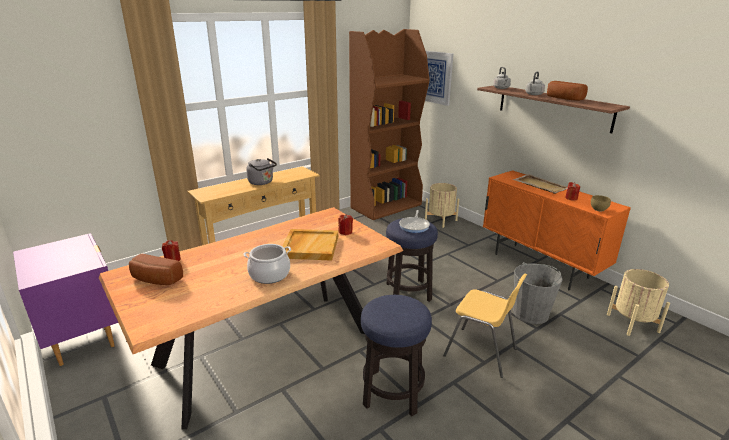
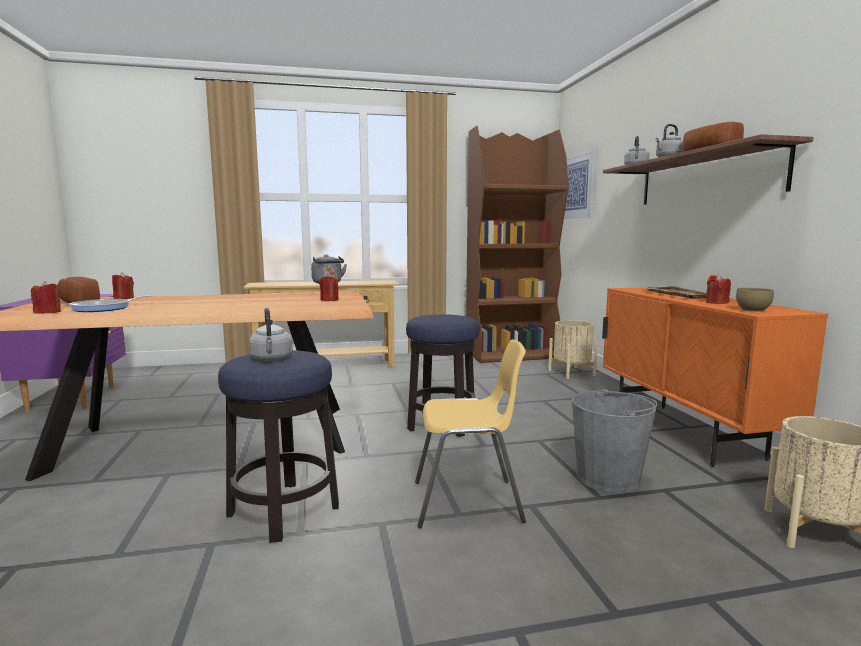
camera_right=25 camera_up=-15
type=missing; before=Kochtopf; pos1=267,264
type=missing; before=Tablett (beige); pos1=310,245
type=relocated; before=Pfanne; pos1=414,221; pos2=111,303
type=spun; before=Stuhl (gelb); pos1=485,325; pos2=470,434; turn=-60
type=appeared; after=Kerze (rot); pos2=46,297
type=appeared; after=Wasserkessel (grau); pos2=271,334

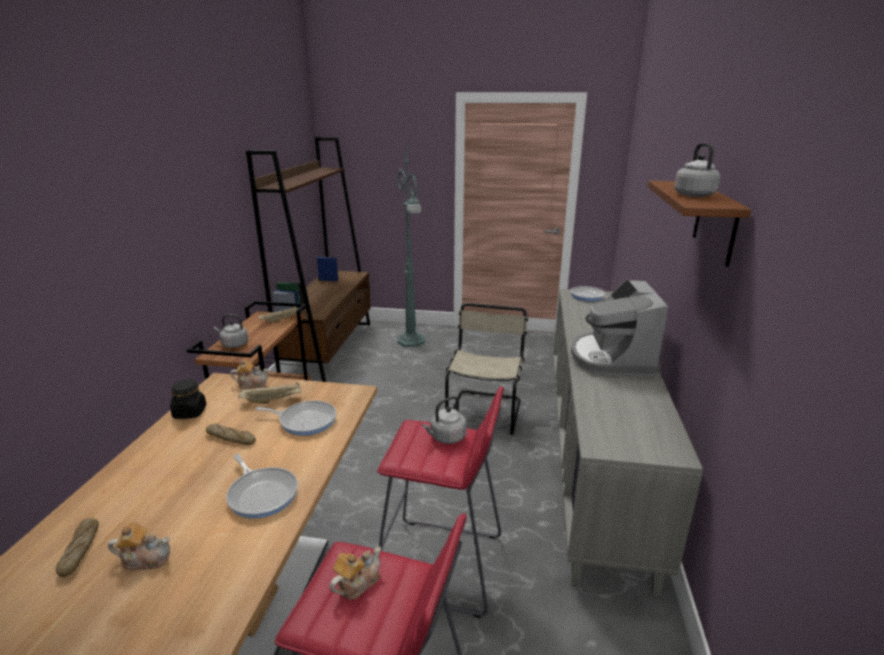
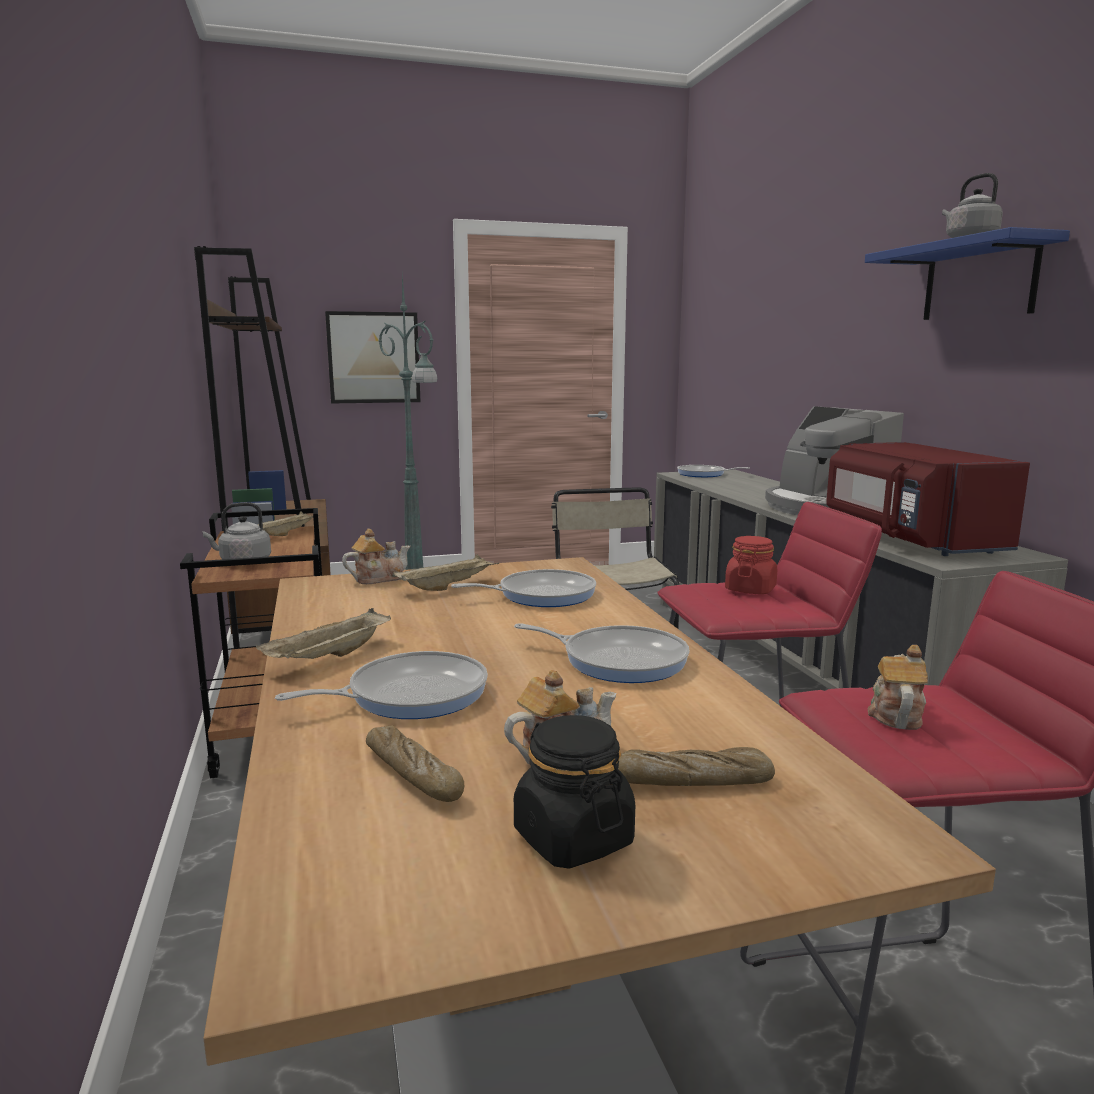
camera_right=-25 camera_up=-10
type=relocated; before=Vorratsglas (schwarz); pos1=188,399; pos2=574,792
type=relocated; before=Brot; pos1=231,434; pos2=696,766
type=exchanged; before=Wasserkessel (grau); after=Vorratsglas (rot); pos1=444,420; pos2=751,565
type=colour; before=Wandregal (braun); after=Wandregal (blau); pos1=699,224; pos2=967,273
type=appeared; after=Tablett (beige); pos2=323,633
type=appeared; after=Pfanne; pos2=381,685
type=appeared; after=Bild; pos2=373,357
type=appeared; after=Mikrowelle (rot); pos2=928,499

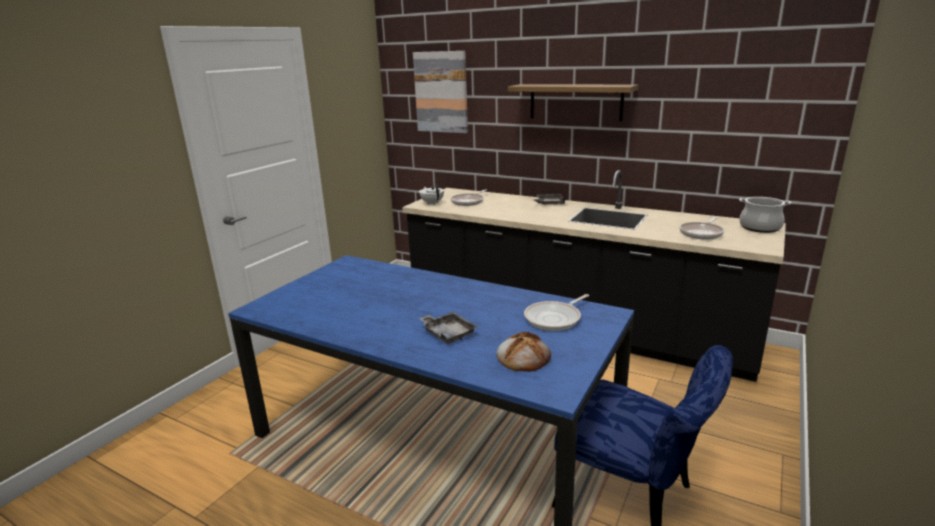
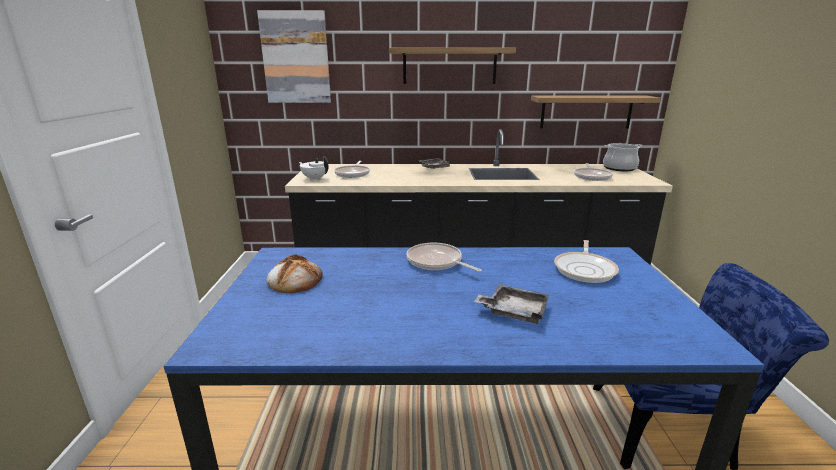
camera_right=-30 camera_up=0
type=relocated; before=Brot; pos1=523,352; pos2=294,273
type=appeared; after=Pfanne; pos2=444,257
type=appeared; after=Wandregal; pos2=596,112

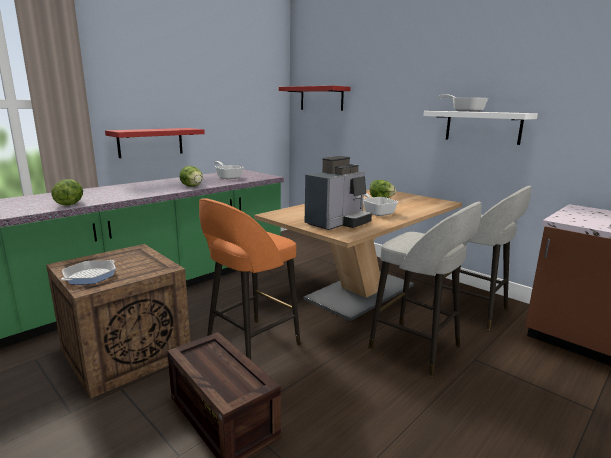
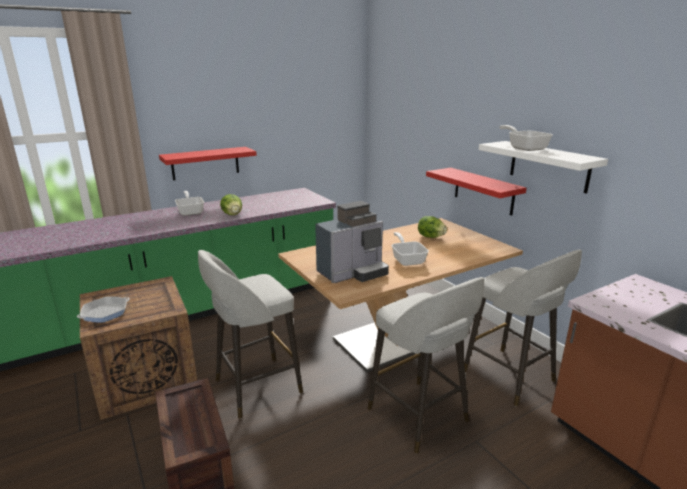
camera_right=15 camera_up=5
type=missing; before=Salatkopf; pos1=67,192
type=colour; before=Hocker (orange); after=Hocker (grau); pos1=250,279; pos2=250,334
type=relocated; before=Pfanne; pos1=229,170; pos2=189,203
type=relocated; before=Wandregal (rot); pos1=315,98; pos2=476,192

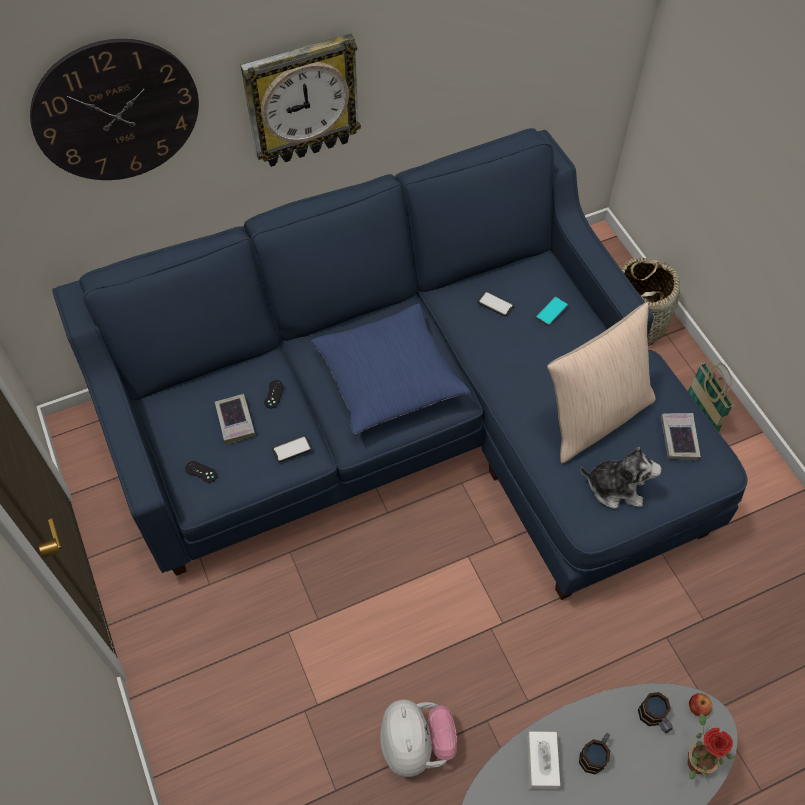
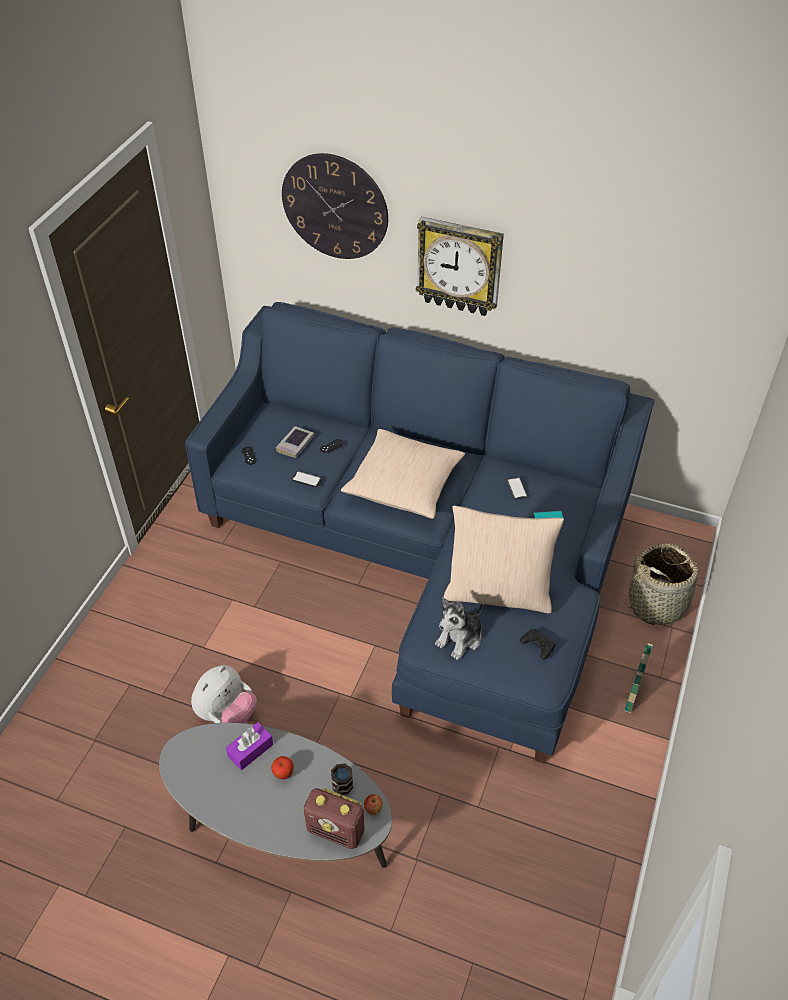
camera_right=45 camera_up=-10
type=colour; before=Kissen (blau); after=Kissen (beige); pos1=390,369; pos2=403,474
type=colour; before=Taschentuchbox (weiß); after=Taschentuchbox (lila); pos1=543,761; pos2=249,746
type=exchanged; before=Henkelbecher; after=Apfel; pos1=594,754; pos2=282,767
type=spun; before=Plüschtier; pos1=621,478; pos2=459,629; turn=75
type=exchanged; before=Buch; after=Gamepad (schwarz); pos1=681,436; pos2=538,644
type=exchanged; before=Topfpflanze; after=Radio; pos1=711,746; pos2=334,818

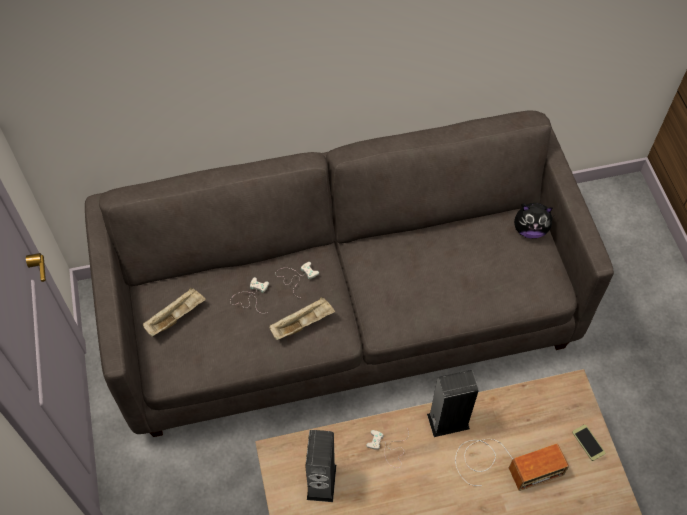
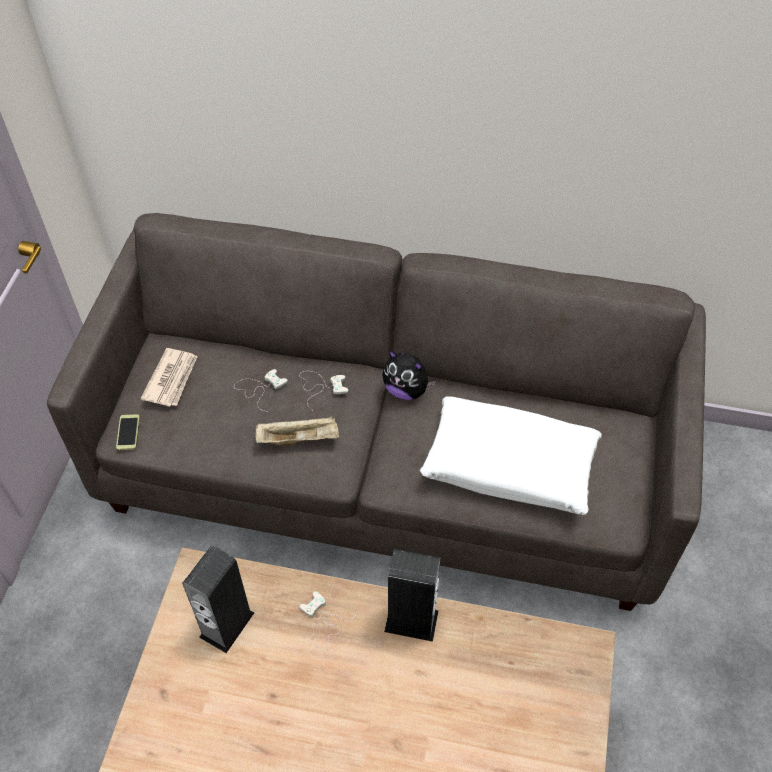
camera_right=25 camera_up=-5
type=exchanged; before=Tablett (beige); after=Zeitung; pos1=174,312; pos2=169,377
type=missing; before=Radio; pos1=512,465
type=relocated; before=Plüschtier; pos1=534,221; pos2=409,375
type=relocated; before=Handy; pos1=588,443; pos2=128,432
type=appeared; after=Kissen (weiß); pos2=511,455

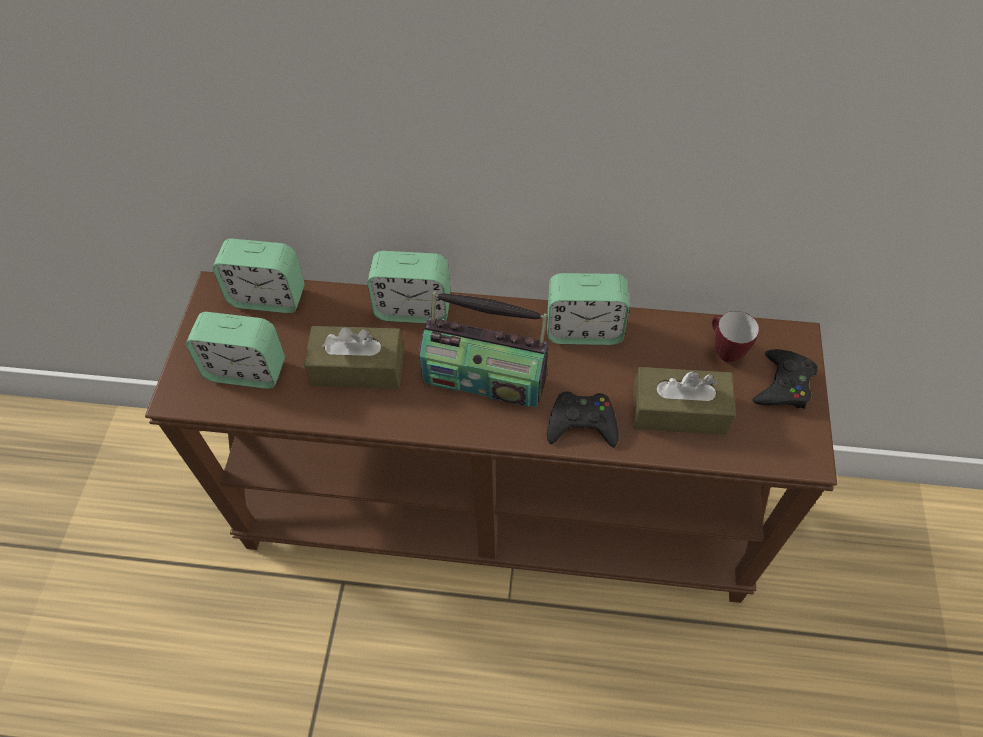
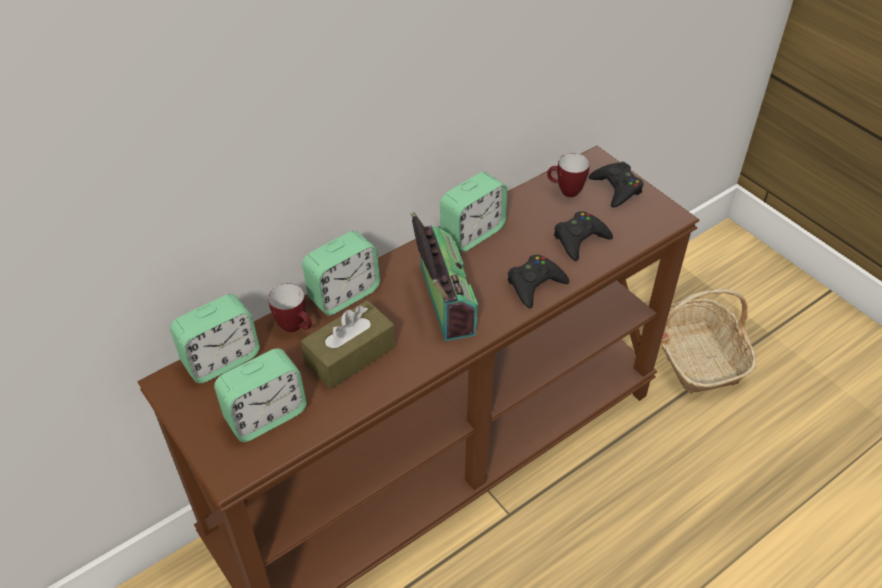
camera_right=-45 camera_up=-10
type=spun; before=Radio; pos1=484,349; pos2=444,276; turn=-75
type=exchanged; before=Taschentuchbox (braun); after=Gamepad (schwarz); pos1=685,401; pos2=583,236
type=appeared; after=Henkelbecher; pos2=290,307
type=appeared; after=Korb; pos2=708,341

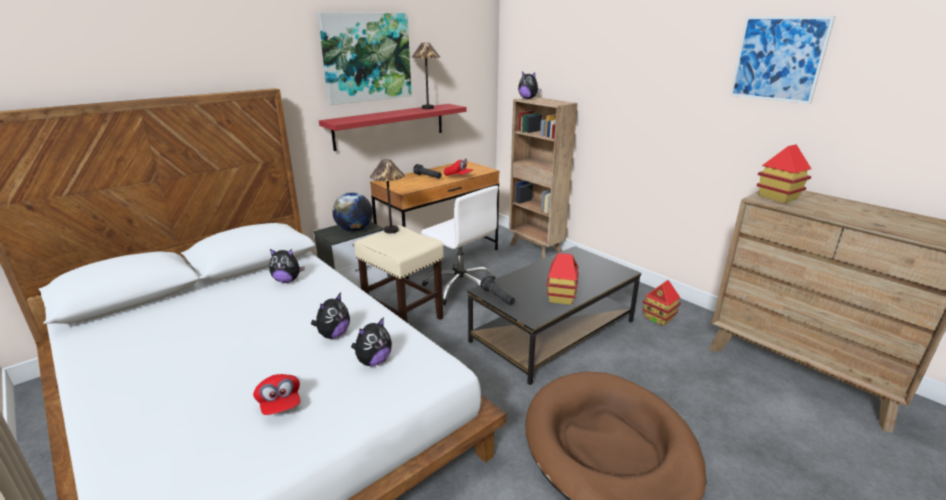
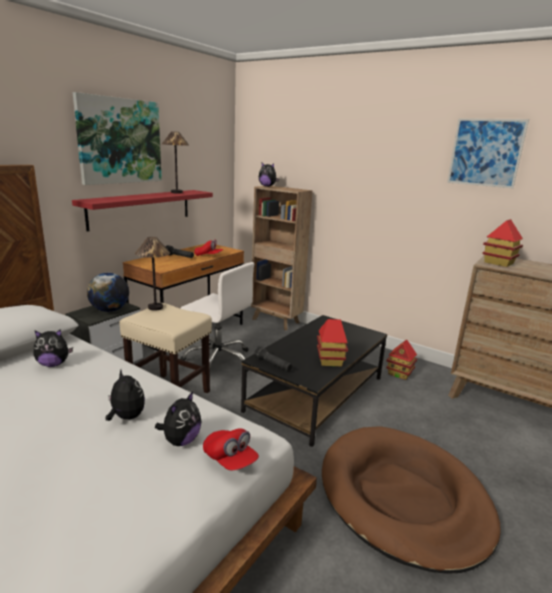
camera_right=-15 camera_up=-5
type=relocated; before=Kappe (rot); pos1=276,394; pos2=231,449
type=spun; before=Plüschtier; pos1=330,316; pos2=125,395; turn=-60

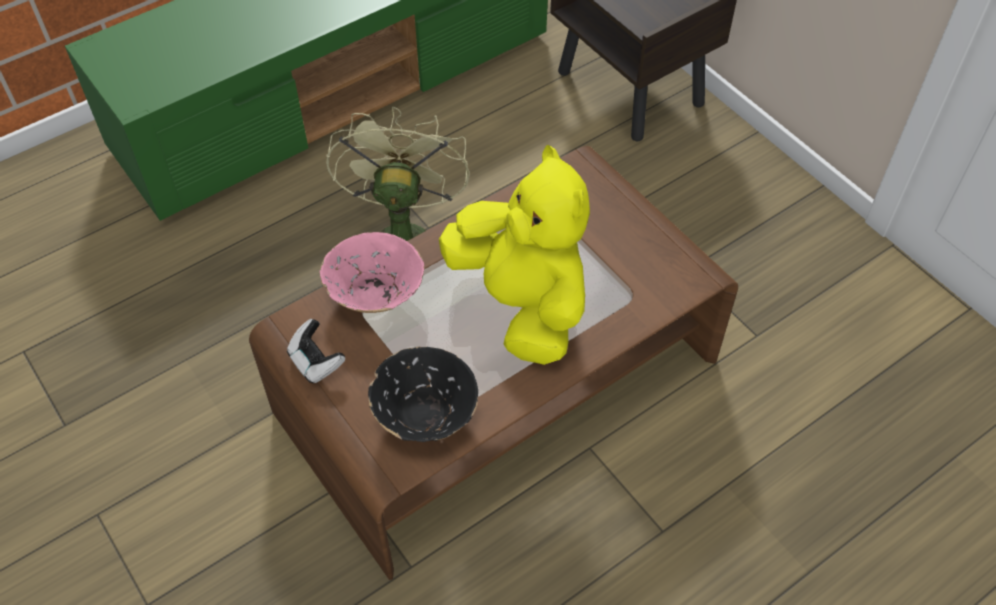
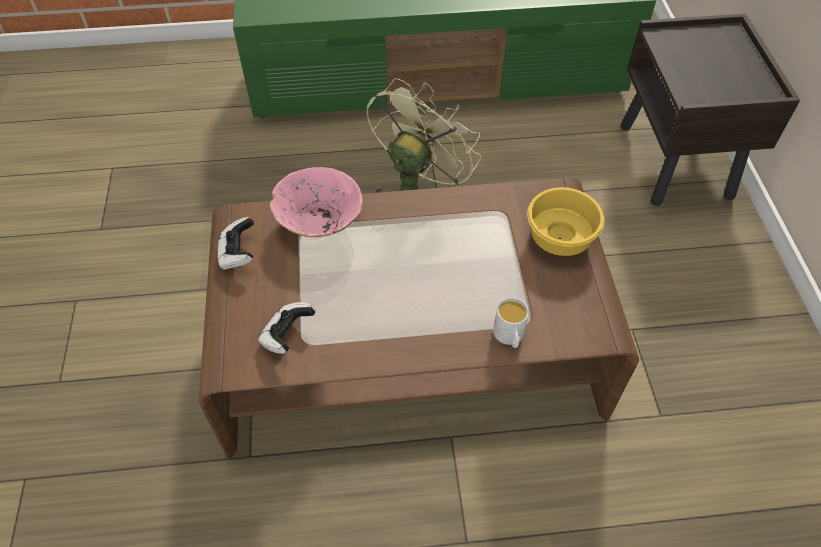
camera_right=30 camera_up=0
type=exchanged; before=Schüssel (schwarz); after=Gamepad; pos1=423,394; pos2=287,328
type=missing; before=Plüschtier (gelb); pos1=514,255
type=appeared; after=Henkelbecher (weiß); pos2=511,322
type=appeared; after=Schüssel (gelb); pos2=565,221

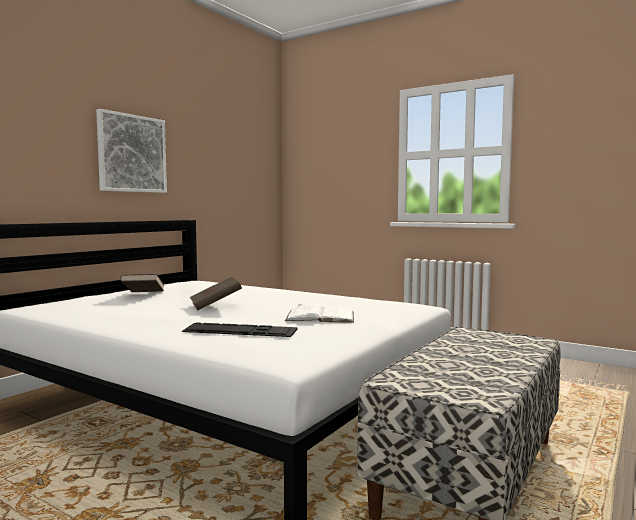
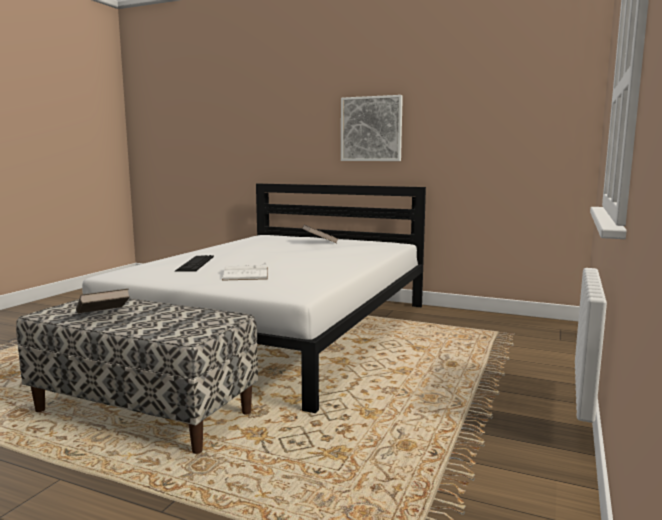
camera_right=80 camera_up=5
type=relocated; before=Buch (braun); pos1=216,294; pos2=103,301

